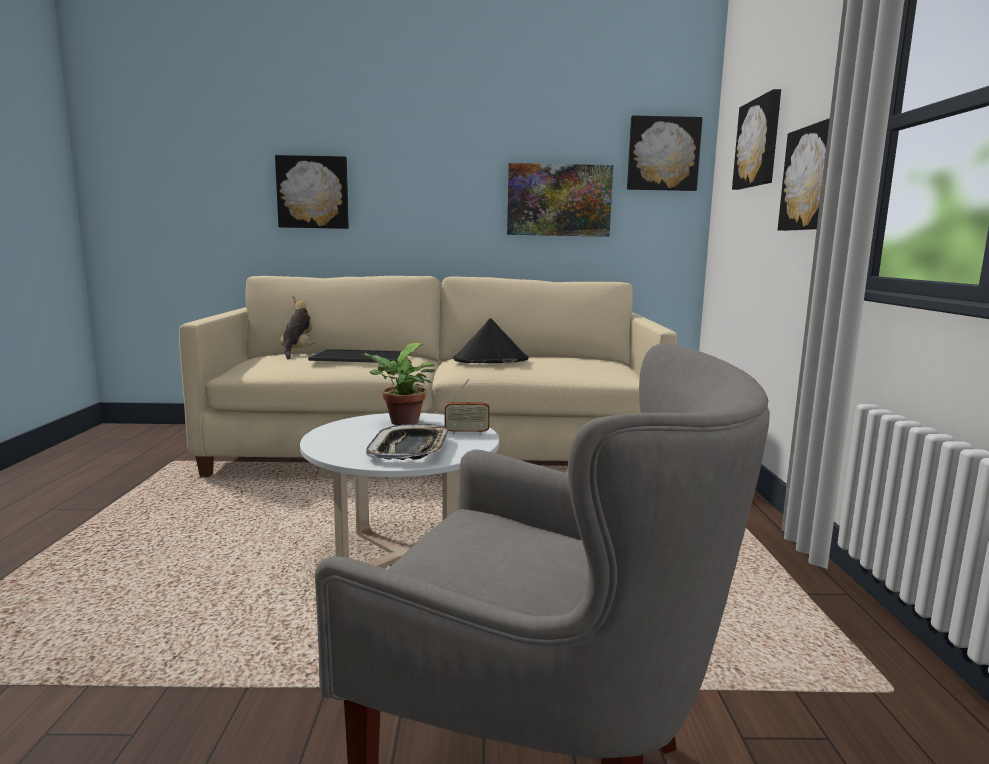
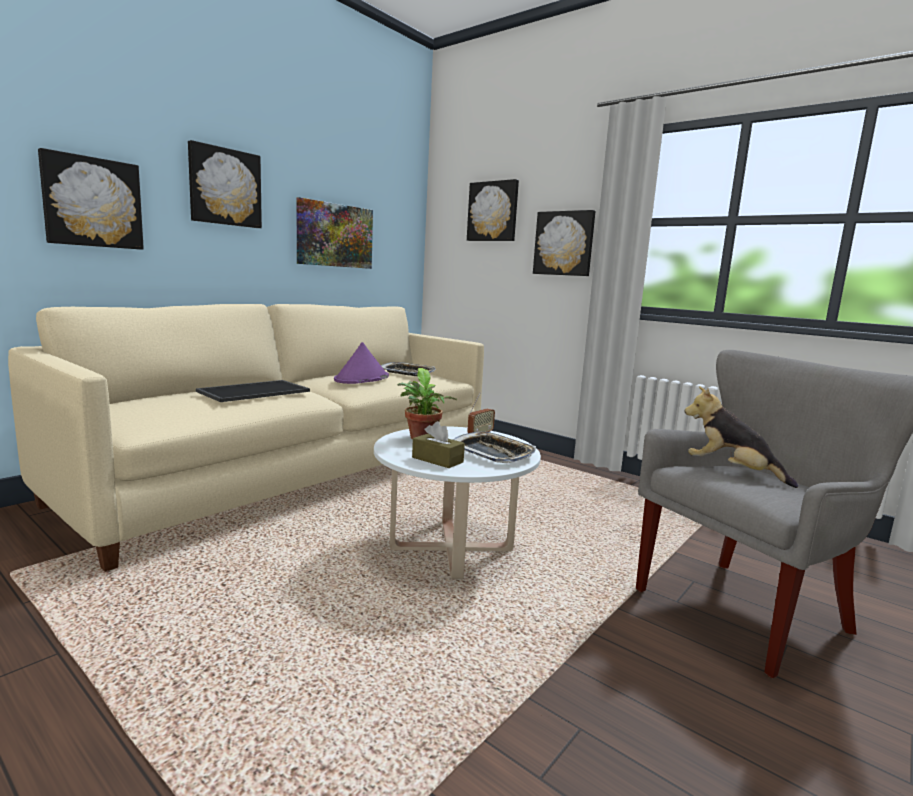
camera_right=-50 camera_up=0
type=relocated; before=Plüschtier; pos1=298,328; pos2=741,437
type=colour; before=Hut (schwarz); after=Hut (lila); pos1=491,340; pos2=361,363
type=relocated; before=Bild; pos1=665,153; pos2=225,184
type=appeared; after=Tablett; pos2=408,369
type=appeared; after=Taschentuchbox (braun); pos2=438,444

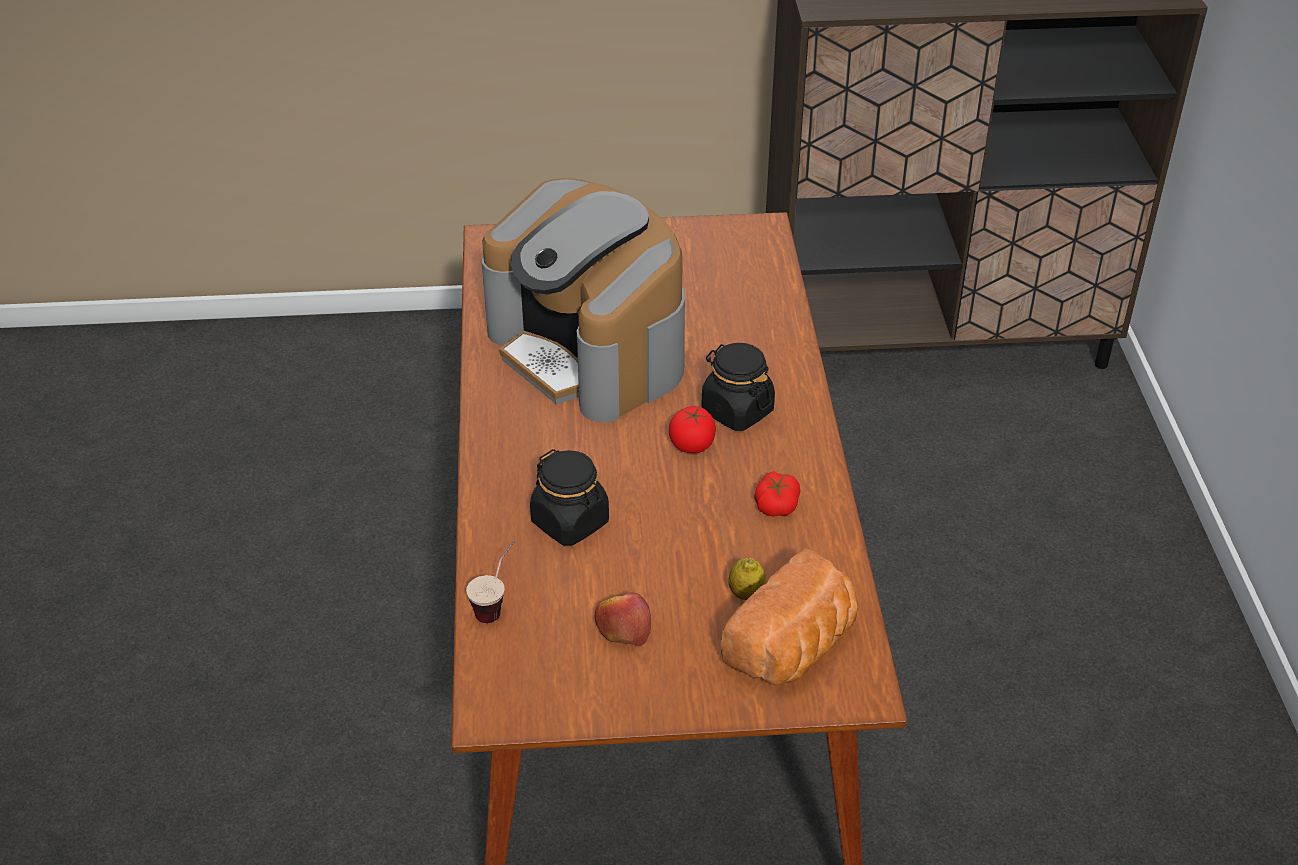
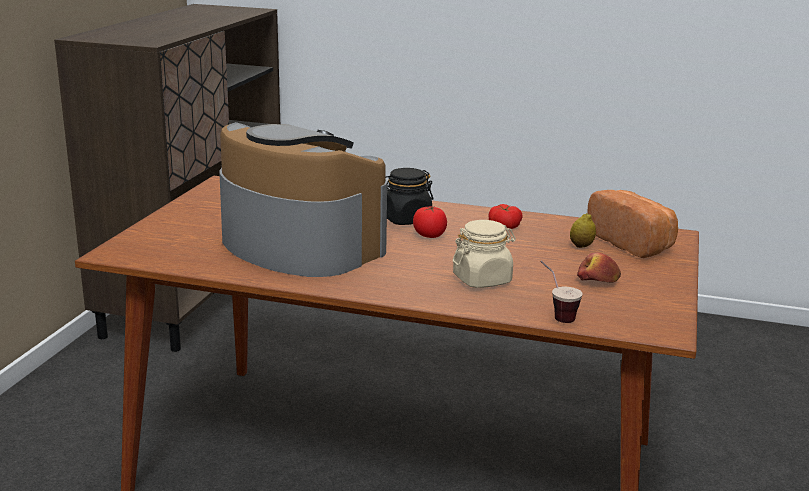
camera_right=-70 camera_up=-20
type=spun; before=Kaffeemaschine; pos1=583,300; pos2=303,199; turn=-120
type=colour; before=Vorratsglas (schwarz); after=Vorratsglas (beige); pos1=569,497; pos2=484,254

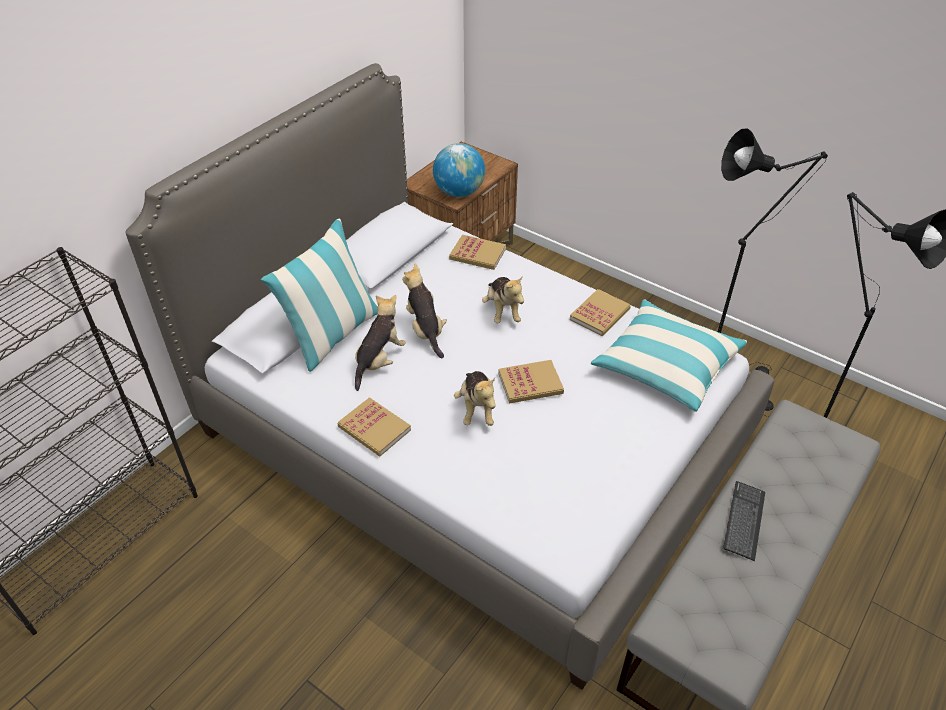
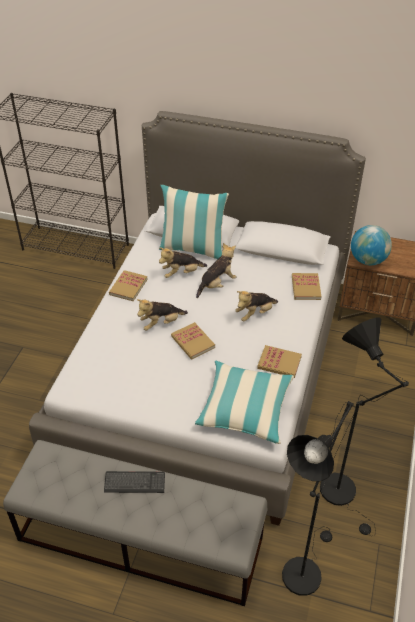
camera_right=70 camera_up=0
type=spun; before=Plüschtier; pos1=380,343; pos2=183,262; turn=150

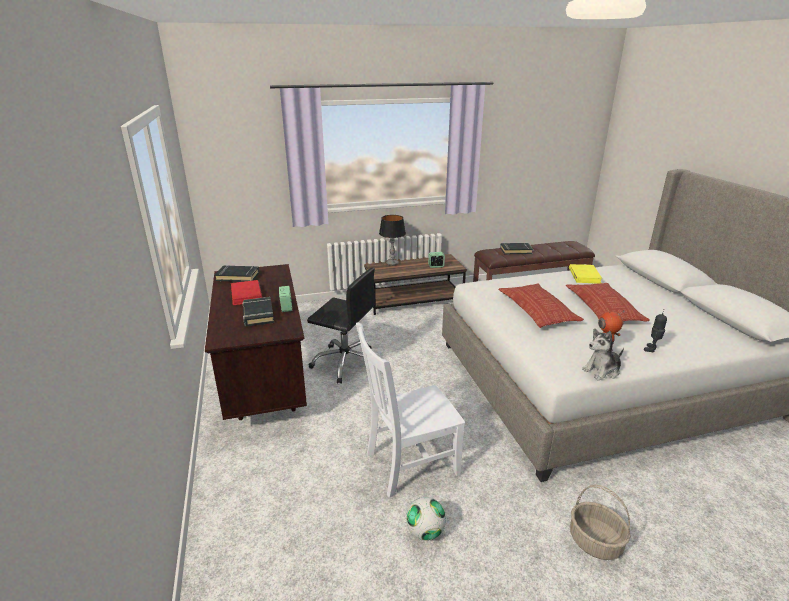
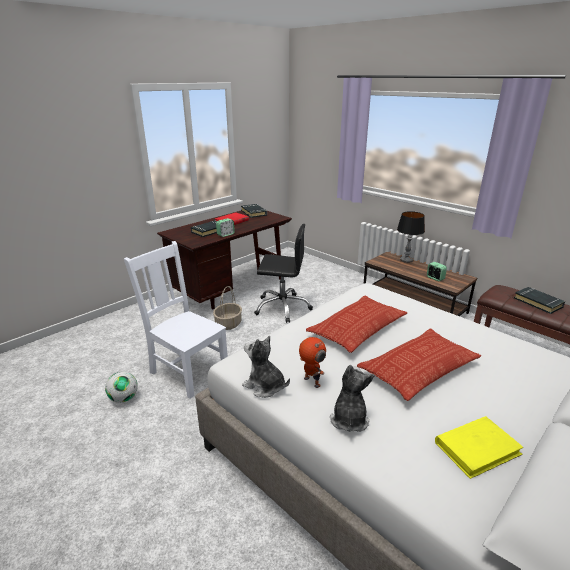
camera_right=60 camera_up=0
type=spun; before=Bürostuhl (schwarz); pos1=341,325; pos2=283,273; turn=-75
type=relocated; before=Buch (gelb); pos1=586,274; pos2=479,447
type=relocated; before=Korb; pos1=600,522; pos2=227,308
type=exchanged; before=Spielzeugroboter; after=Plüschtier; pos1=655,330; pos2=352,398

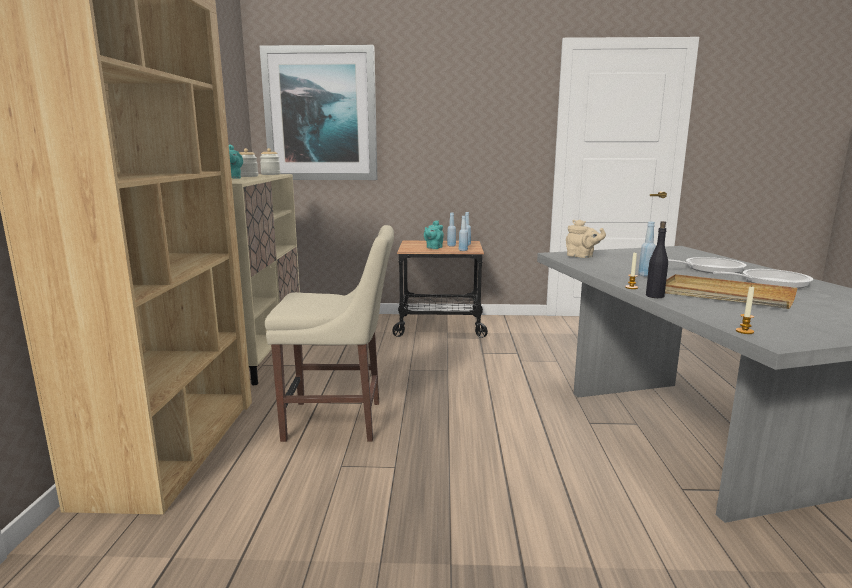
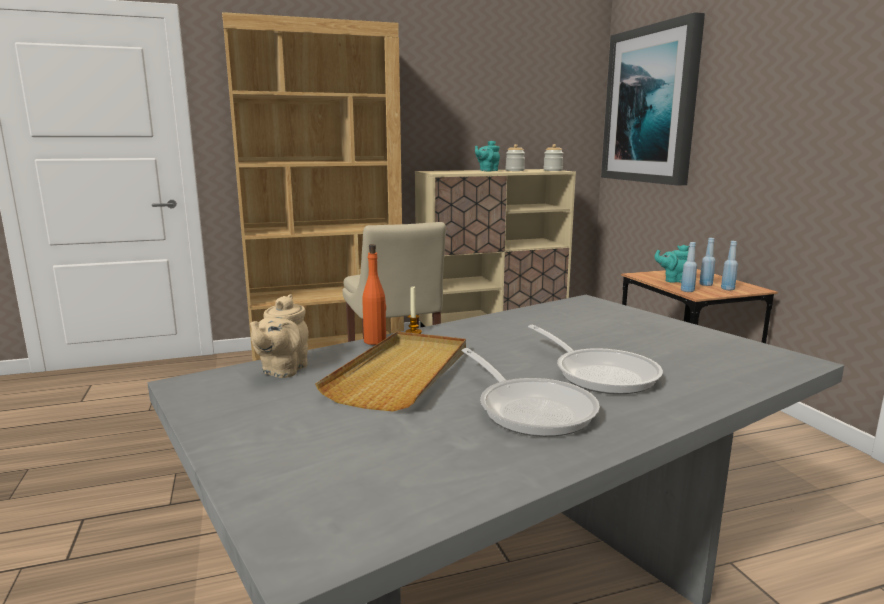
camera_right=70 camera_up=0
type=relocated; before=Teekanne (beige); pos1=586,239; pos2=279,336
type=missing; before=Flasche (blau); pos1=647,249
type=colour; before=Flasche (schwarz); after=Flasche (orange); pos1=657,259; pos2=374,294
type=missing; before=Kerze; pos1=745,310

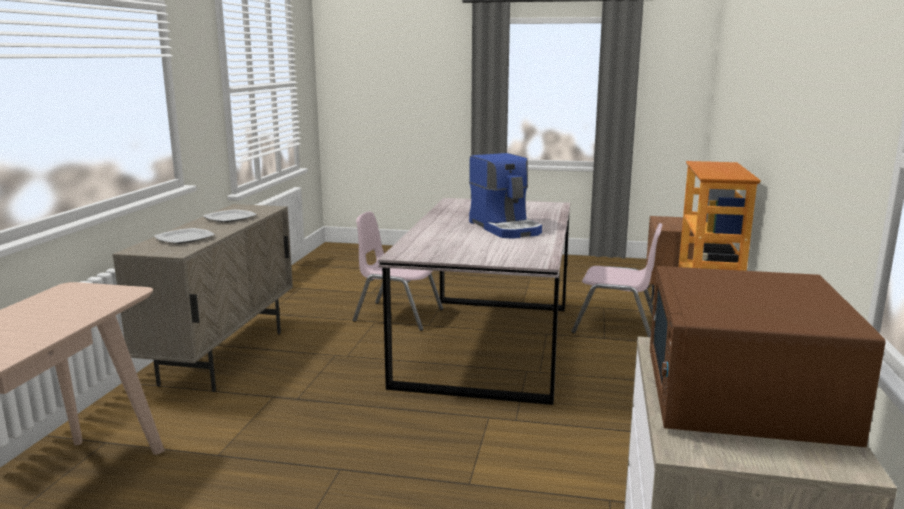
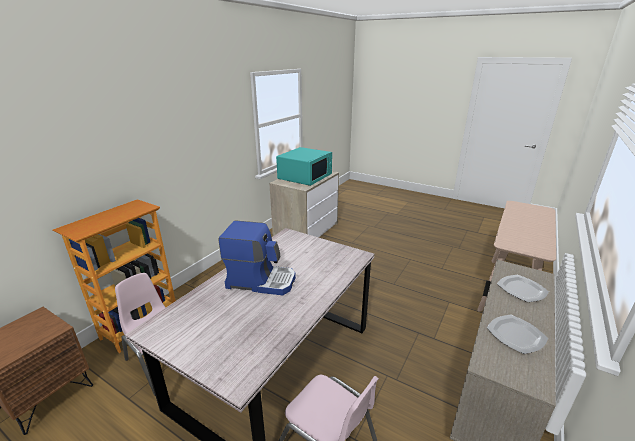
camera_right=-160 camera_up=10
type=spun; before=Kaffeemaschine; pos1=505,196; pos2=257,257; turn=105
type=colour; before=Mikrowelle (braun); after=Mikrowelle (türkis); pos1=768,356; pos2=304,166

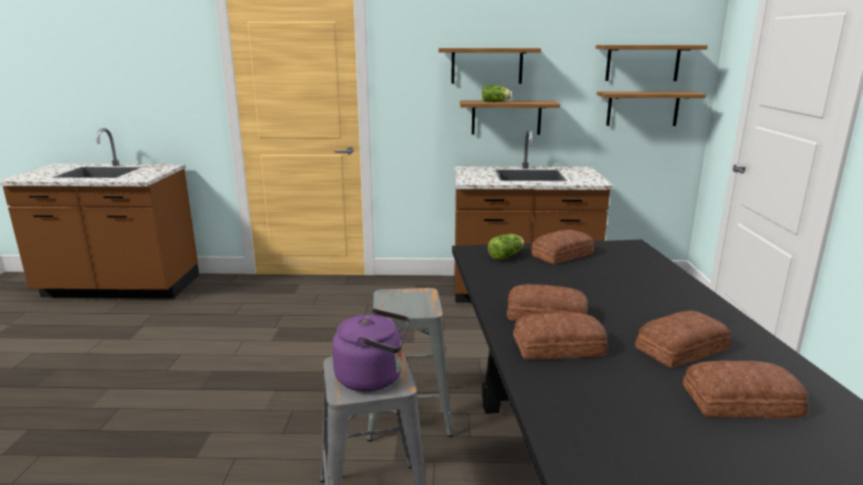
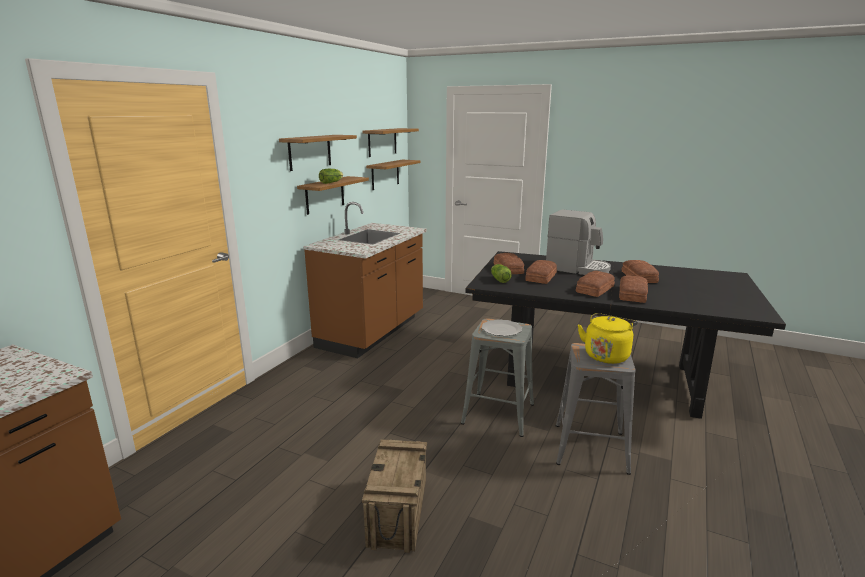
camera_right=-65 camera_up=0
type=colour; before=Wasserkessel (lila); after=Wasserkessel (gelb); pos1=371,350; pos2=608,338
type=relocated; before=Brot; pos1=745,389; pos2=541,272
type=appeared; after=Kiste; pos2=394,496
type=appeared; after=Teller; pos2=502,327
type=appeared; after=Kaffeemaschine; pos2=578,242

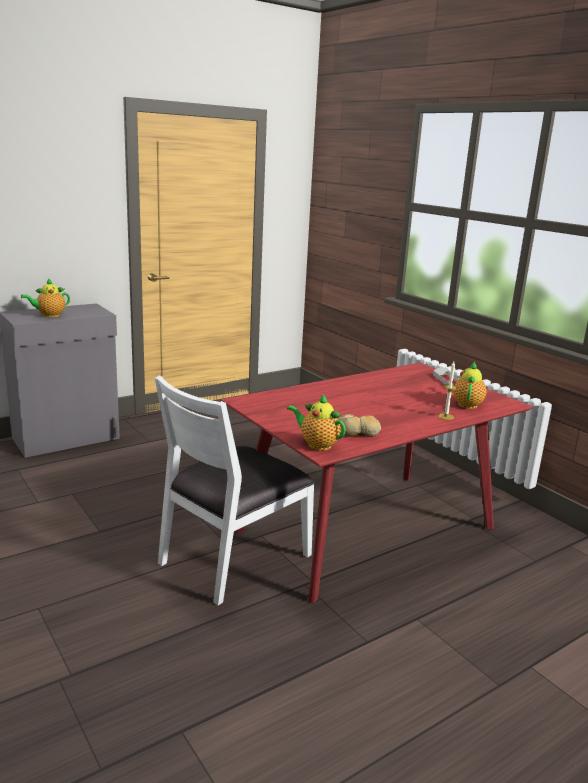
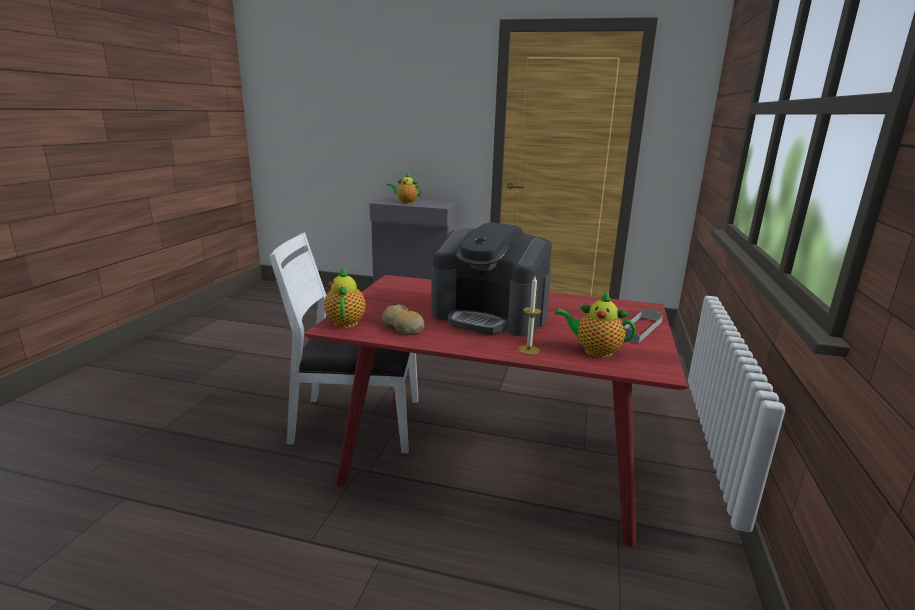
camera_right=50 camera_up=0
type=spun; before=Teekanne; pos1=470,385; pos2=595,325; turn=-135
type=appeared; after=Kaffeemaschine; pos2=491,279

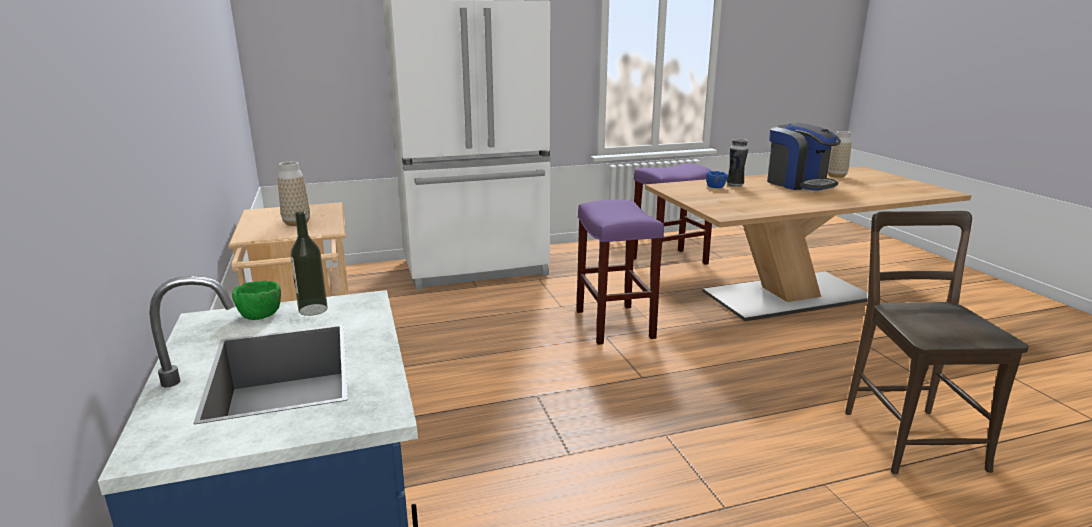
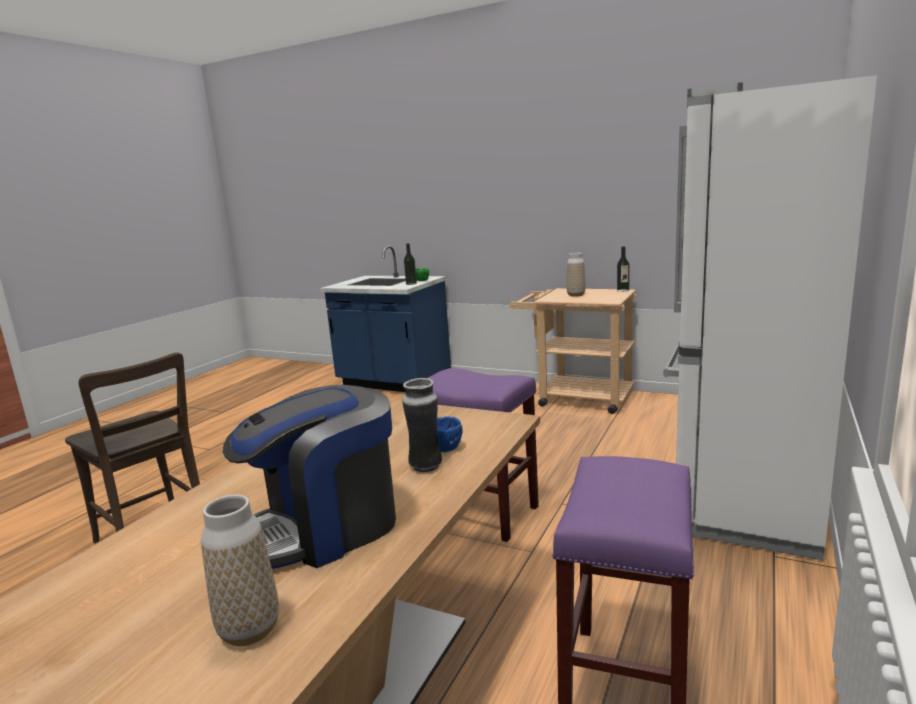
camera_right=135 camera_up=-5
type=spun; before=Kaffeemaschine; pos1=804,157; pos2=309,477; turn=-45
type=appeared; after=Flasche; pos2=623,269

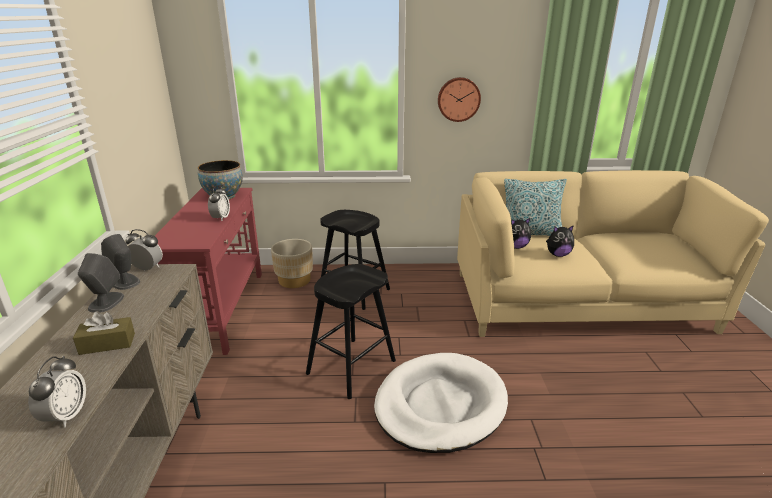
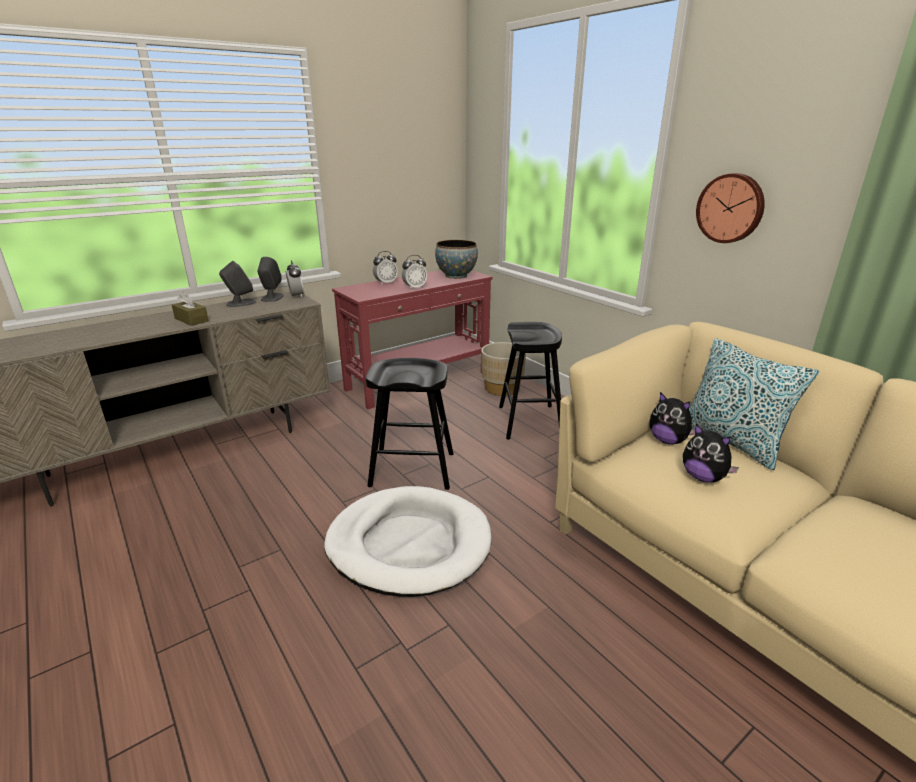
camera_right=55 camera_up=0
type=relocated; before=Wecker; pos1=57,391; pos2=385,268

